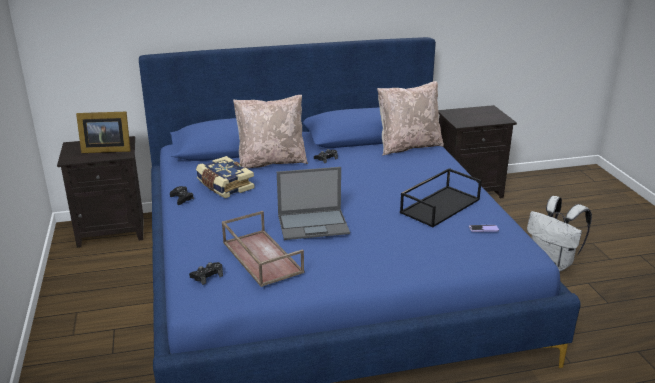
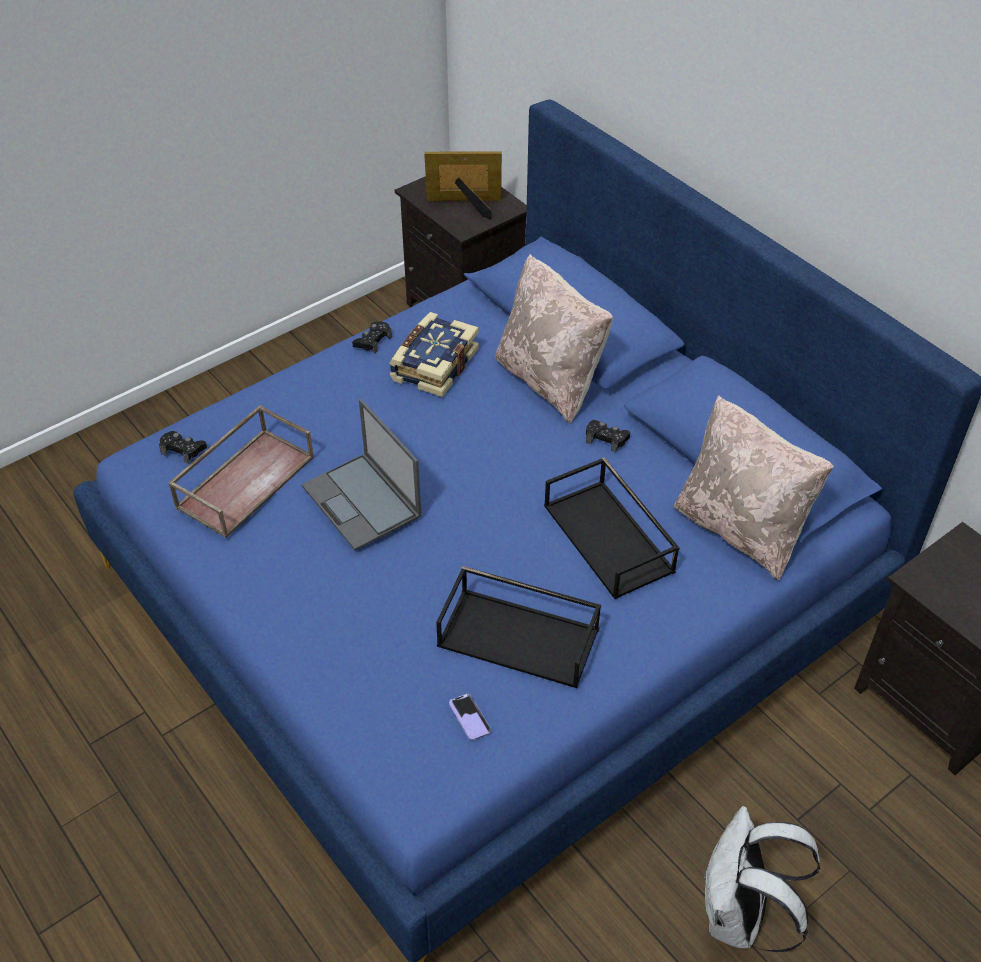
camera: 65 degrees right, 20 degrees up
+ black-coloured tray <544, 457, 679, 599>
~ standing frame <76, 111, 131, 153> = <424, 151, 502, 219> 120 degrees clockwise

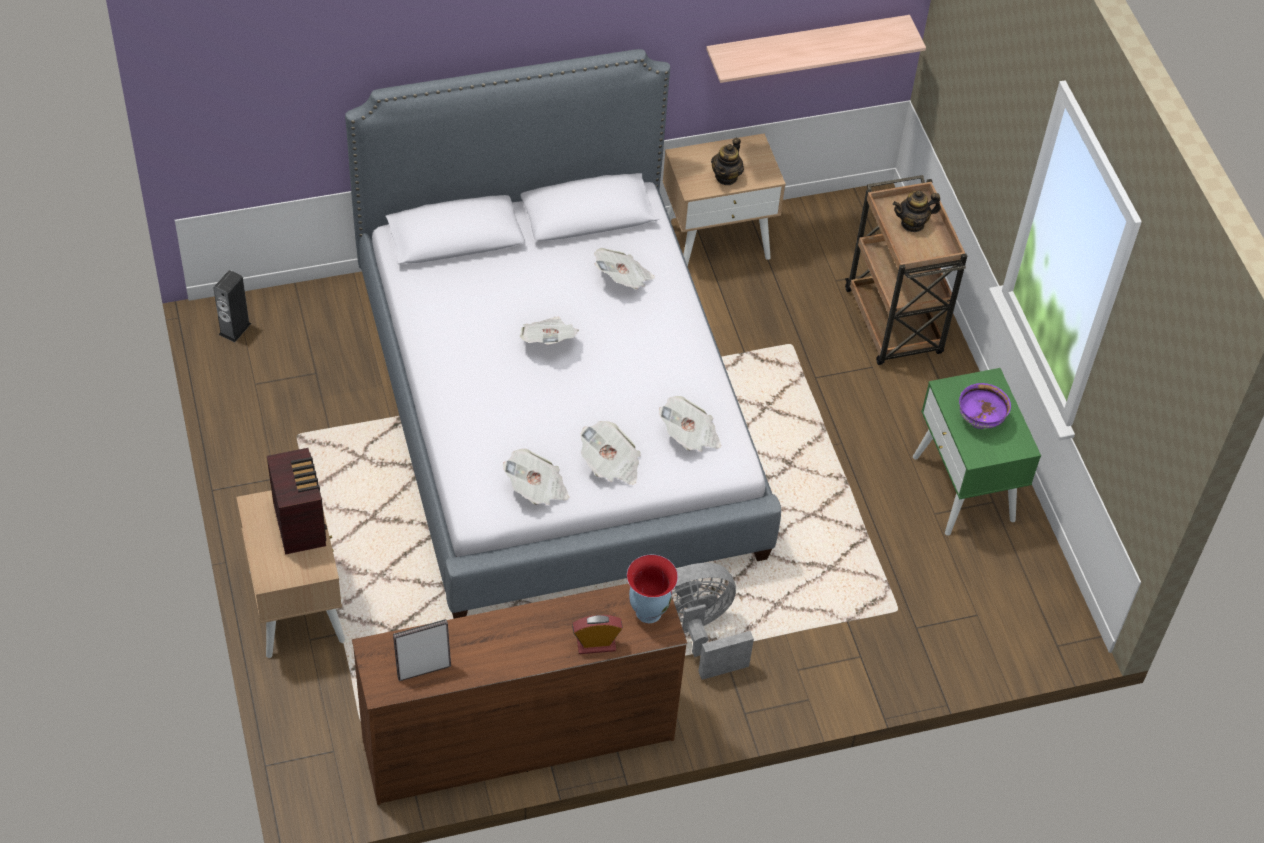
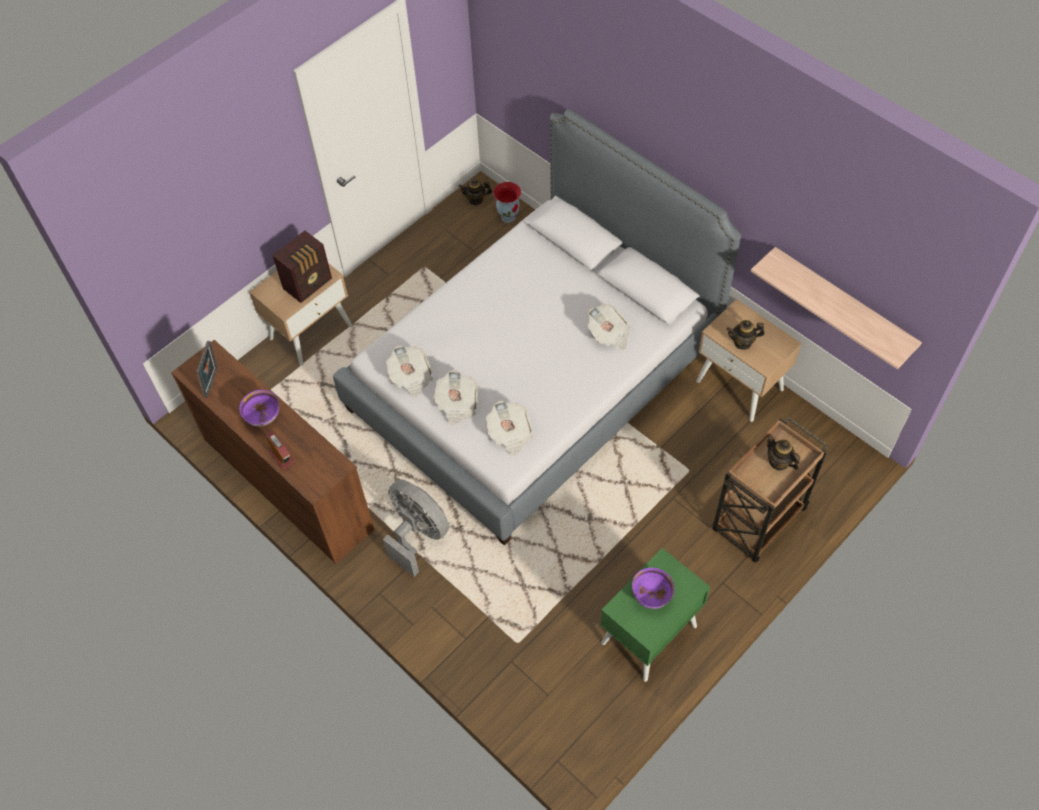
camera: 65 degrees right, 5 degrees up
- daily paper <520, 317, 579, 345>
+ purple bowl <239, 390, 279, 426>
~ vase <627, 555, 678, 623> to <493, 182, 521, 223>
~ loudspeaker <213, 270, 251, 343> to pot for tea <458, 178, 492, 205>
~ standing frame <393, 619, 451, 681> = <196, 341, 218, 398> 60 degrees clockwise

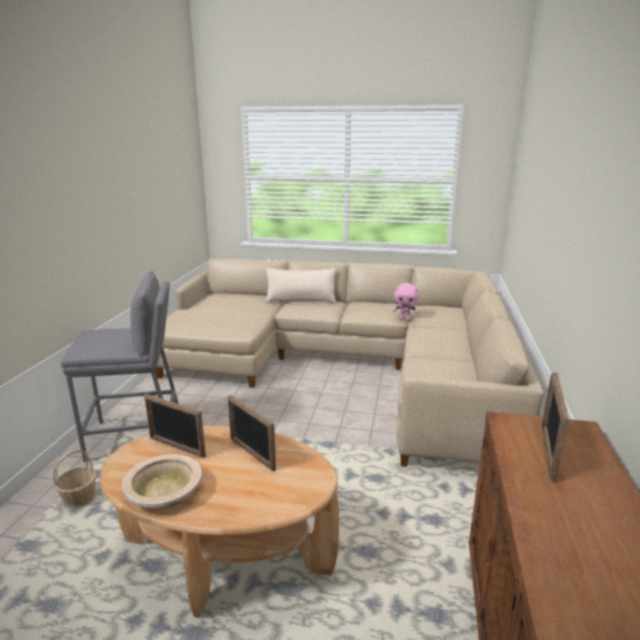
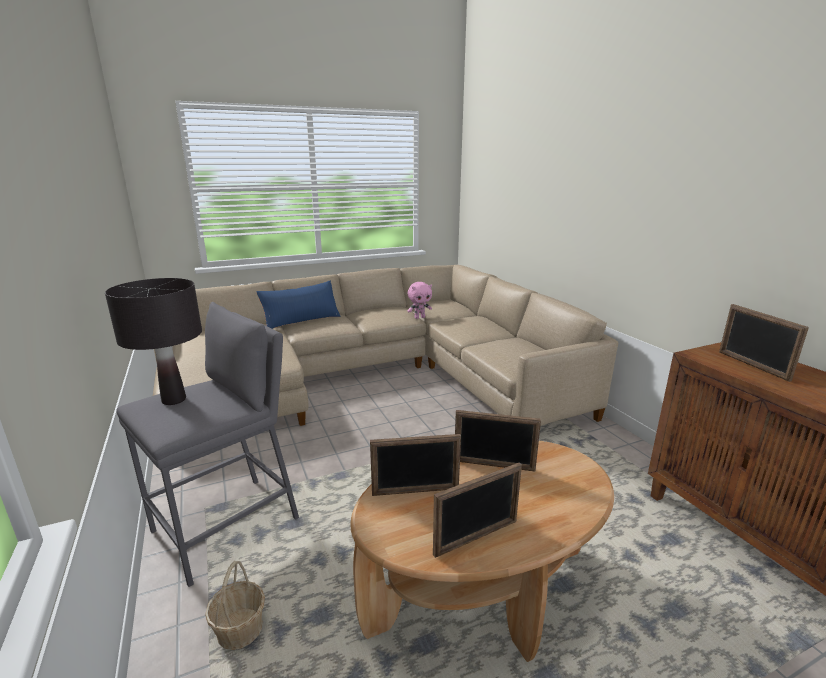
camera: 35 degrees left, 0 degrees up
+ black-coloured table lamp <105, 278, 202, 405>
~ beige-coloured bowl <122, 454, 202, 510> to standing frame <433, 463, 522, 558>
~ beige-coloured cushion <266, 268, 336, 303> to bluish cushion <256, 281, 341, 329>

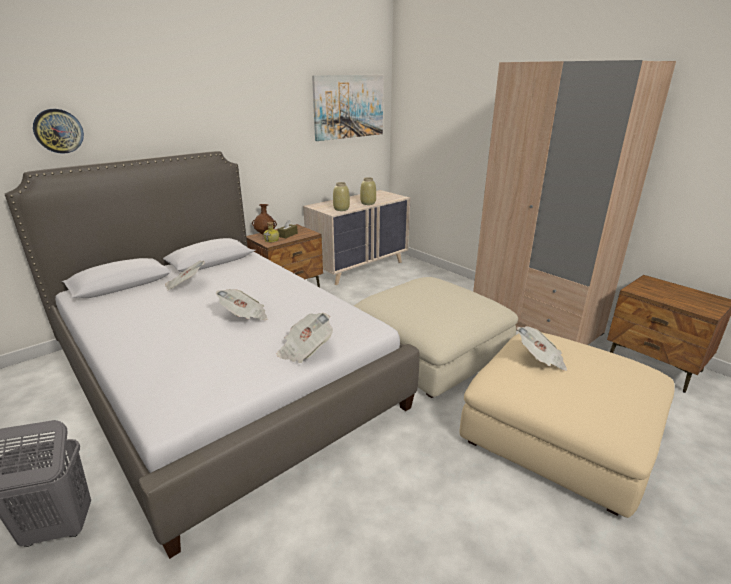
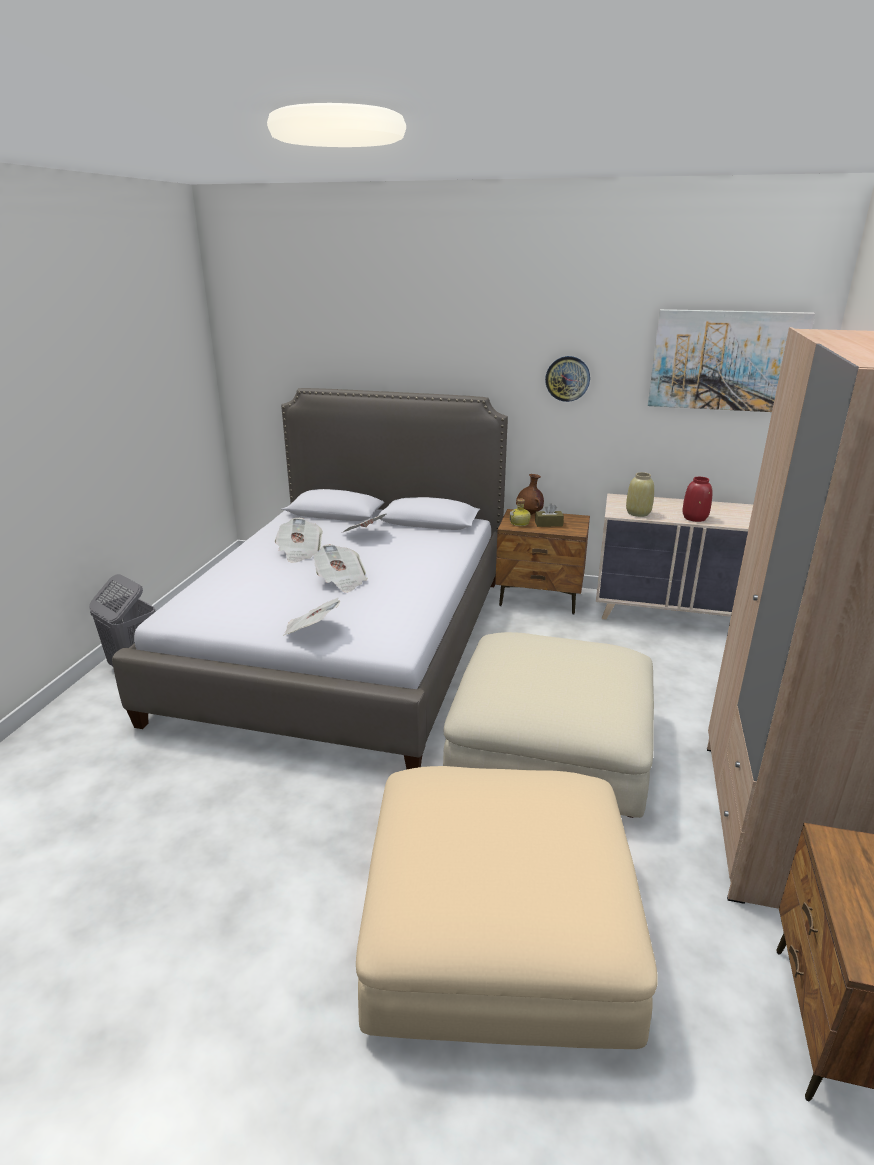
camera: 55 degrees right, 0 degrees up
~ wall clock <33, 109, 84, 154> to <545, 356, 590, 402>
~ daily paper <517, 326, 567, 371> to <275, 518, 323, 563>
~ beige-coloured vase <360, 177, 376, 205> to red vase <682, 477, 712, 522>

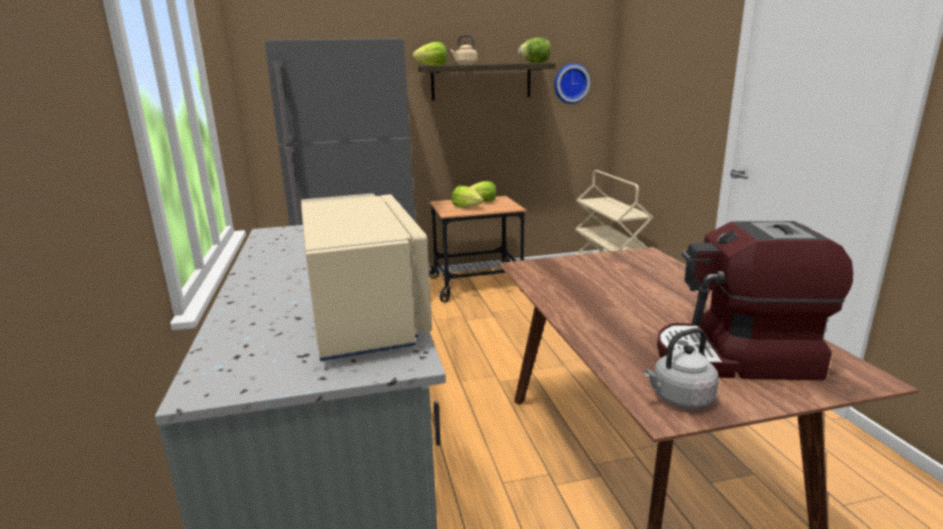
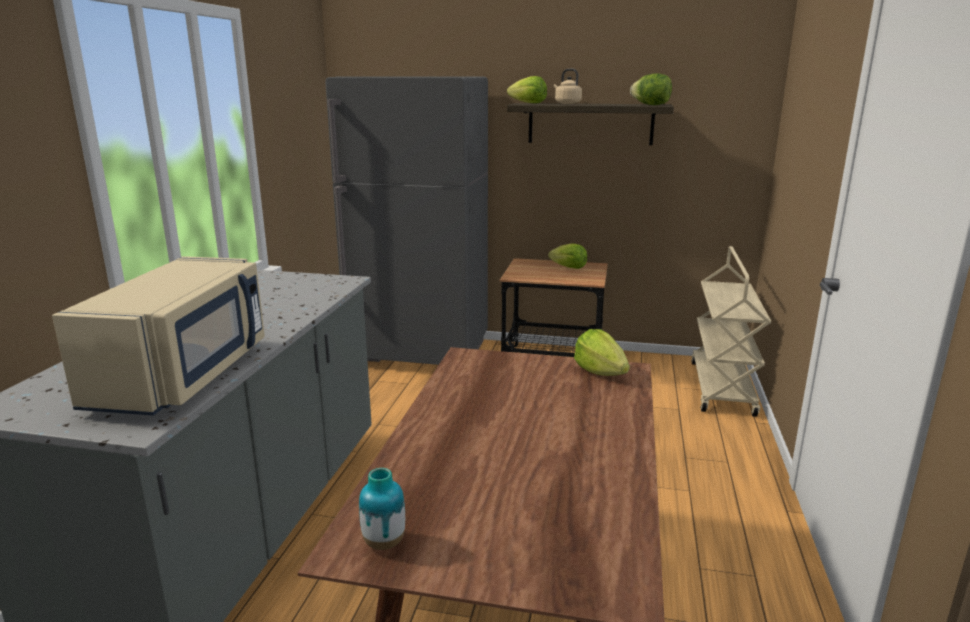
camera: 25 degrees right, 0 degrees up
- wall clock <554, 63, 590, 104>
- coffee machine <657, 221, 853, 380>
~ head of lettuce <451, 186, 483, 208> to <574, 329, 630, 376>
~ grey kettle <644, 328, 719, 408> to vase <359, 468, 405, 550>

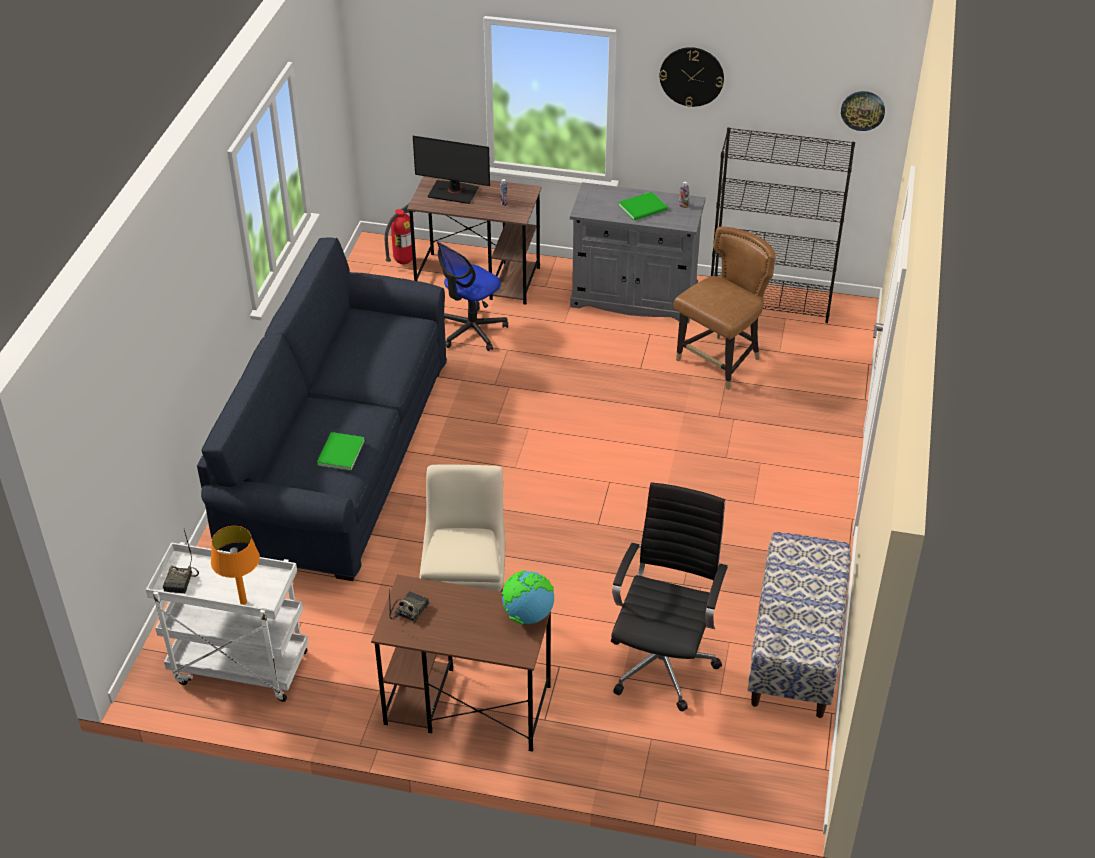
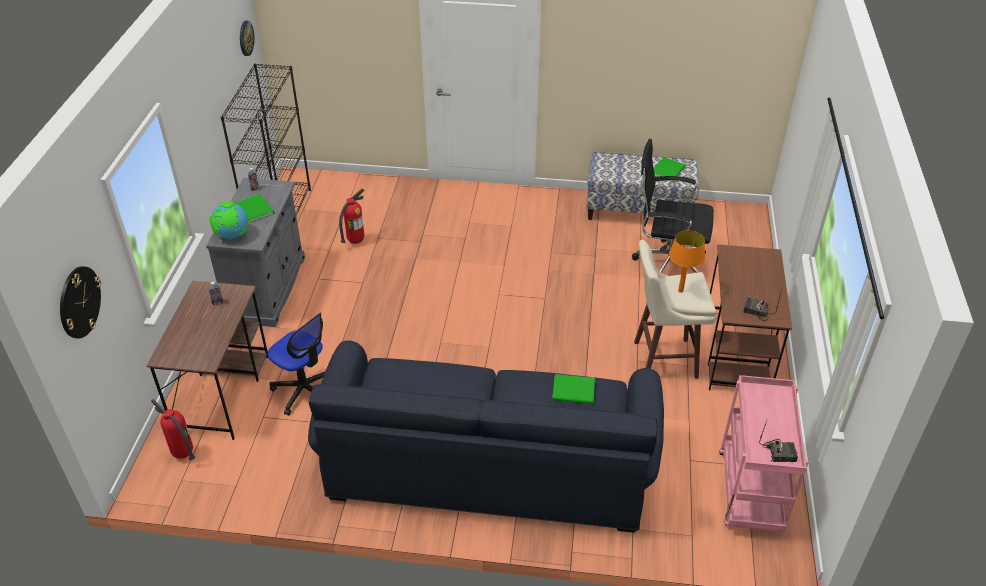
camera: 95 degrees left, 0 degrees up
- computer screen <413, 136, 490, 204>
+ green-coloured book <654, 157, 685, 182>
~ orangey table lamp <211, 526, 260, 605> to <669, 230, 705, 293>
~ world globe <501, 570, 554, 625> to <210, 202, 248, 239>
~ wall clock <660, 47, 724, 107> to <60, 266, 101, 339>
~ brownish chair <674, 227, 776, 390> to extinguisher <339, 188, 364, 244>
~ white wheeled cart <146, 542, 309, 702> to pinkish wheeled cart <719, 375, 809, 532>

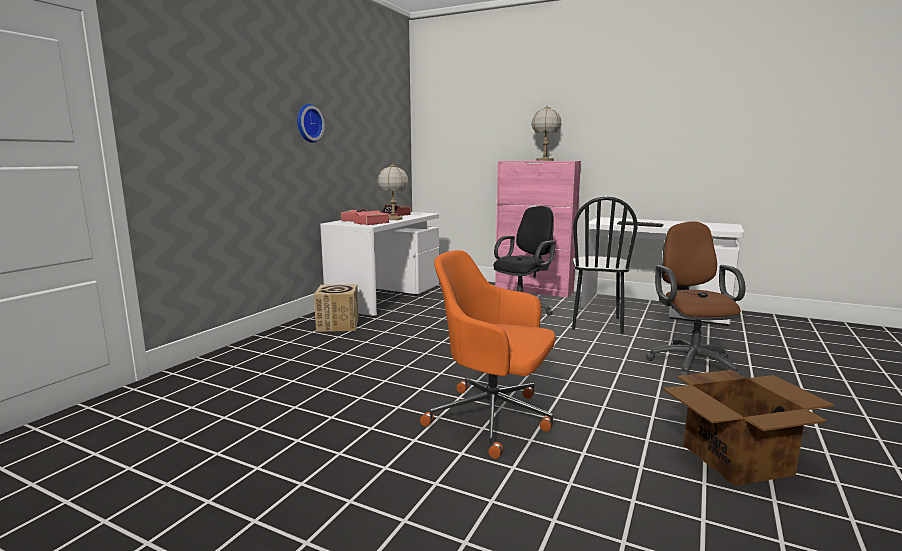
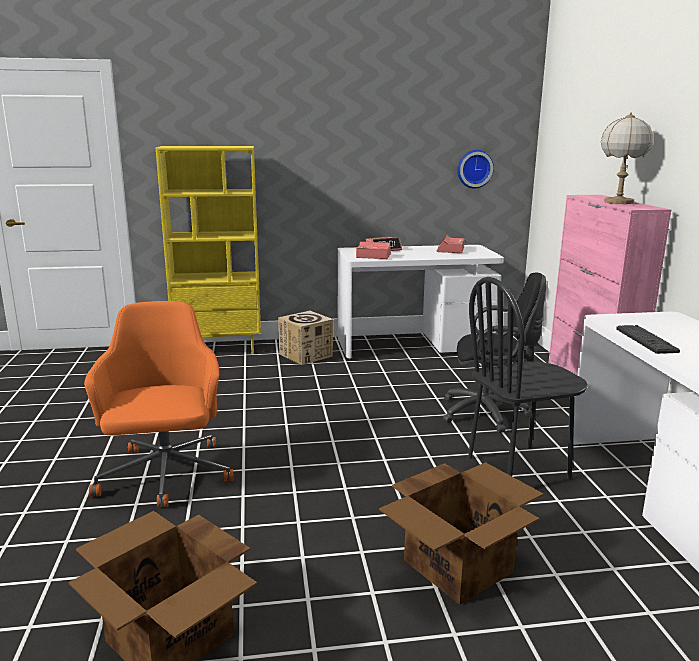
camera: 55 degrees right, 5 degrees up
- table lamp <377, 163, 408, 220>
+ yellow-coloured bookcase <156, 146, 261, 354>
~ wall clock <297, 104, 325, 143> to <457, 150, 494, 189>
~ brownish desk chair <646, 221, 745, 376> to carton <379, 462, 543, 605>

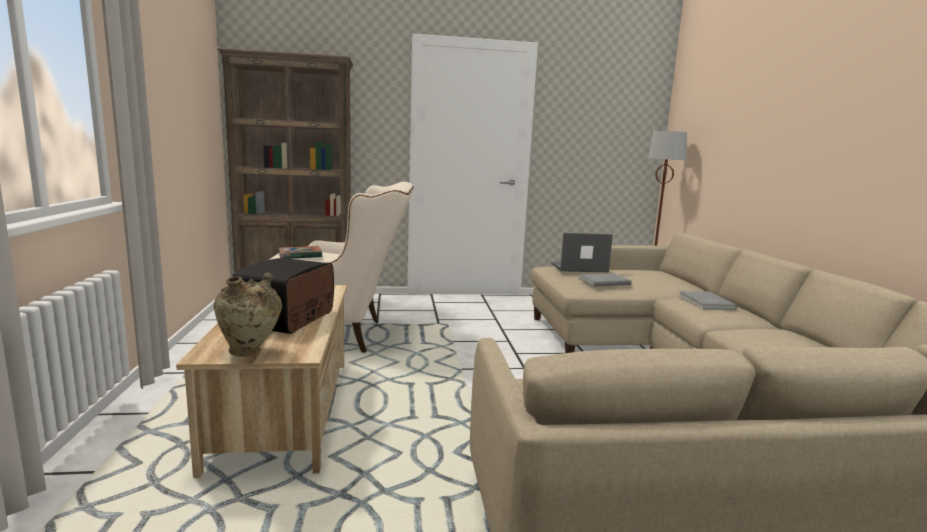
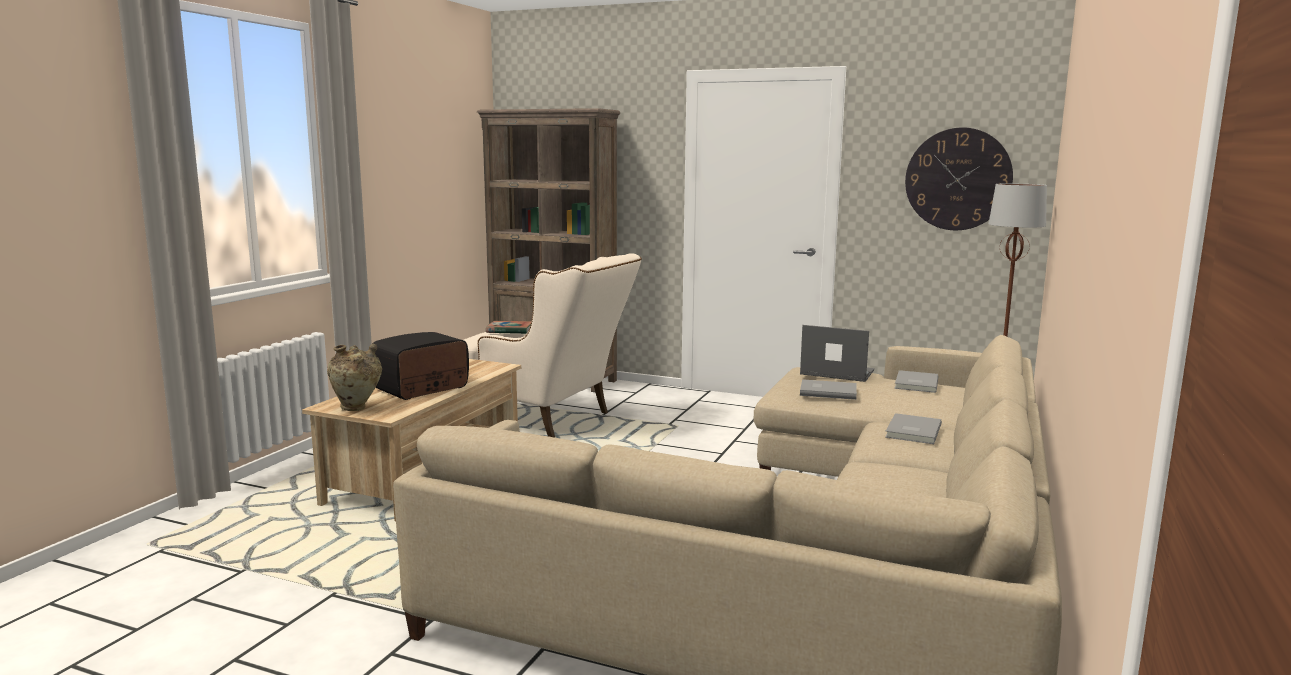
camera: 30 degrees right, 0 degrees up
+ grey book <894, 370, 938, 393>
+ wall clock <905, 128, 1013, 230>

